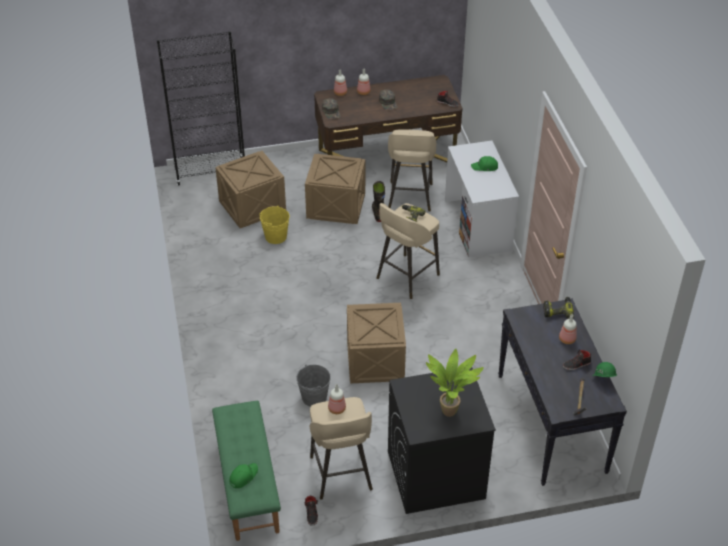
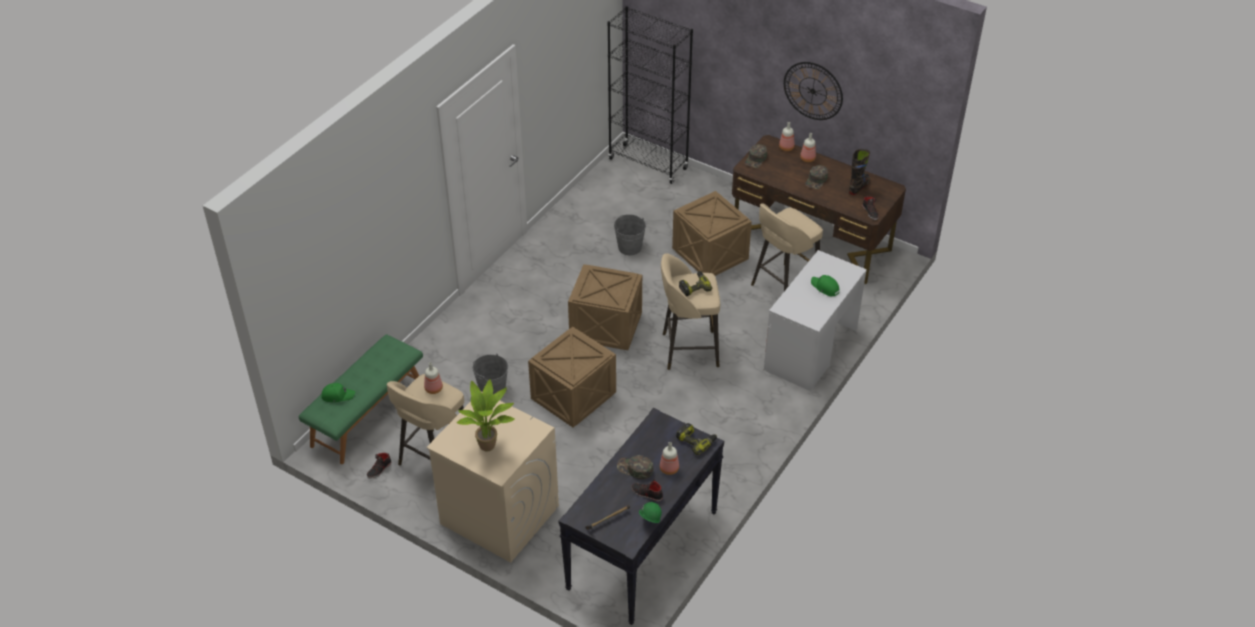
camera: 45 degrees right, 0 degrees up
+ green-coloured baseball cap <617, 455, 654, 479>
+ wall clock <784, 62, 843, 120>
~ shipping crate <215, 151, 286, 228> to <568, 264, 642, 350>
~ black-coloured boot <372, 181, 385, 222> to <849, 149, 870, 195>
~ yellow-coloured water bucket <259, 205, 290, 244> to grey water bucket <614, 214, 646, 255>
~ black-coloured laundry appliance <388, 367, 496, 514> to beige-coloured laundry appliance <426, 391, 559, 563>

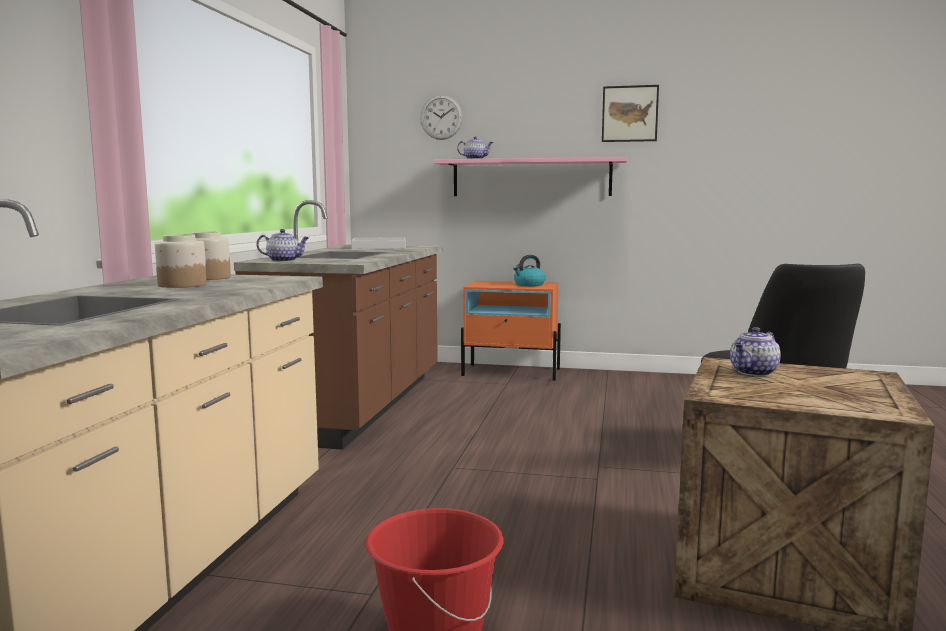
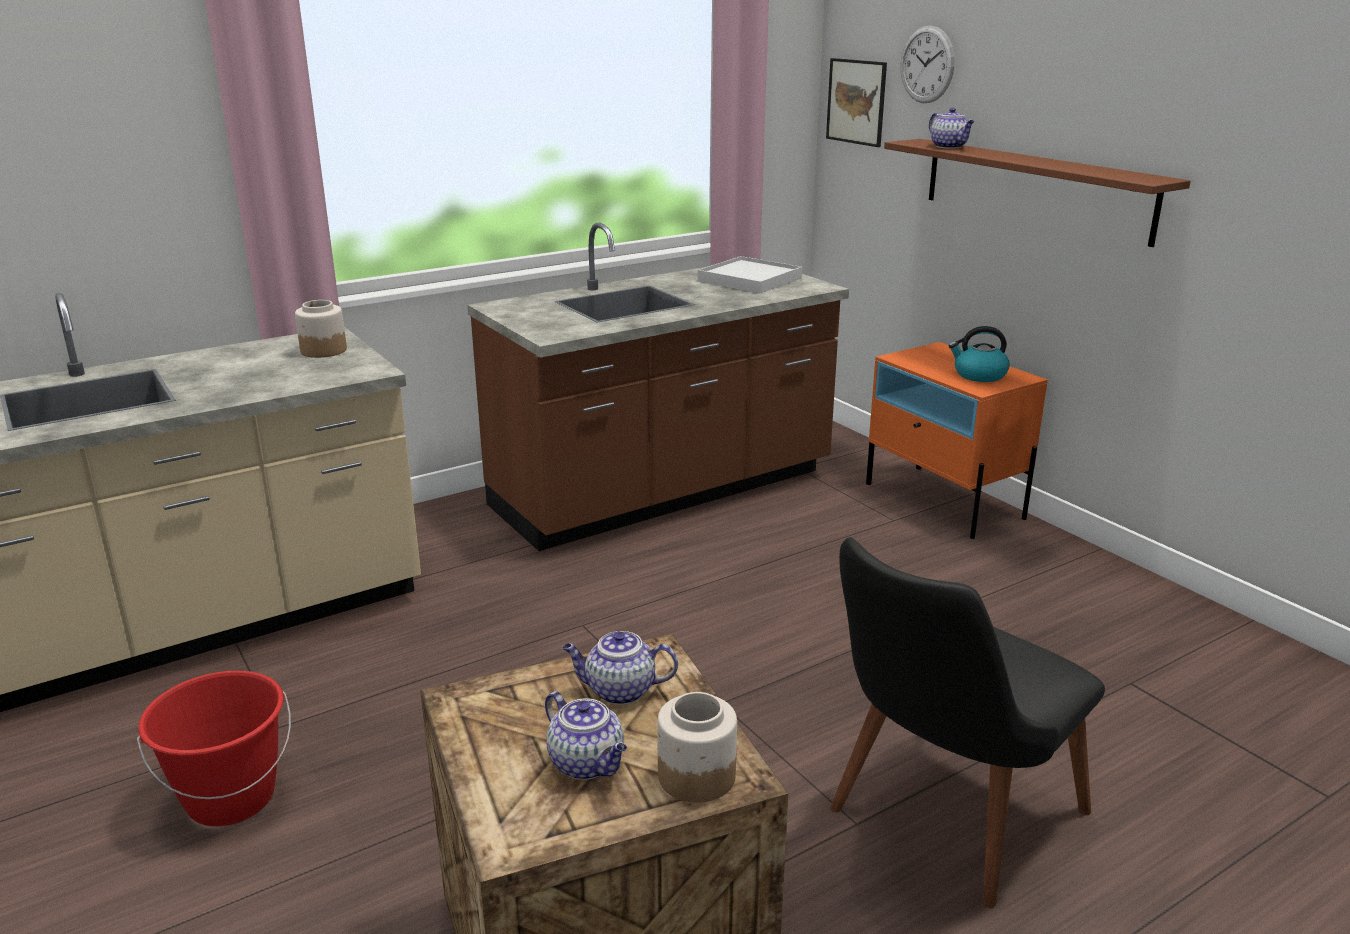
camera: 45 degrees right, 15 degrees up
~ preserve jar <155, 234, 207, 288> to <657, 692, 737, 803>
~ pot for tea <256, 229, 309, 262> to <545, 691, 627, 780>
~ wall picture <602, 85, 659, 142> to <826, 58, 887, 147>
~ pinkish wall shelf <434, 157, 627, 196> to brownish wall shelf <884, 139, 1191, 247>

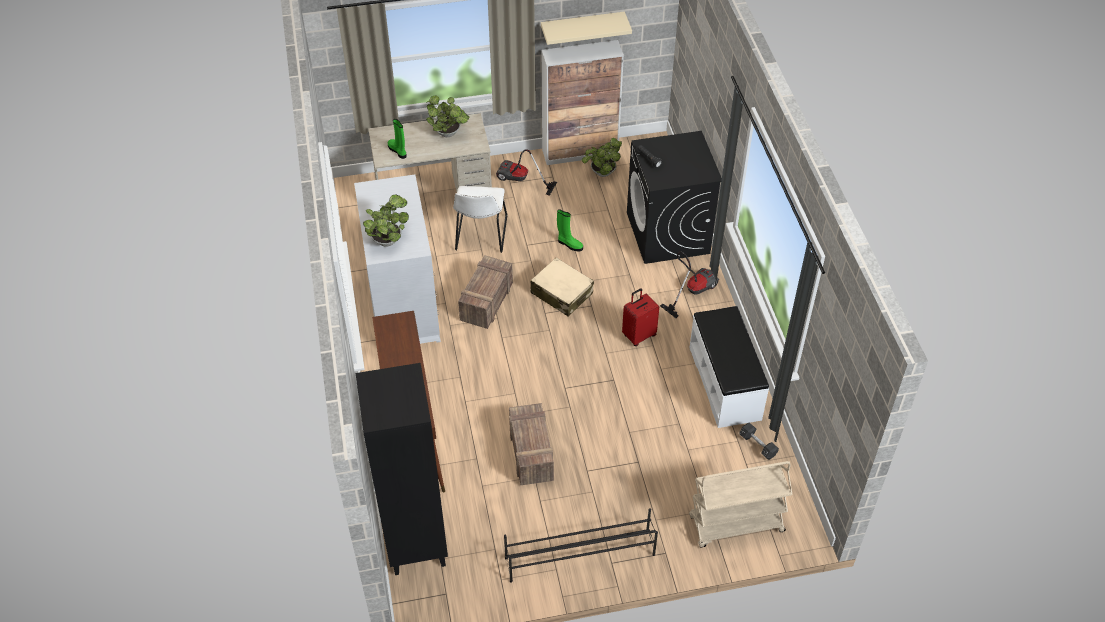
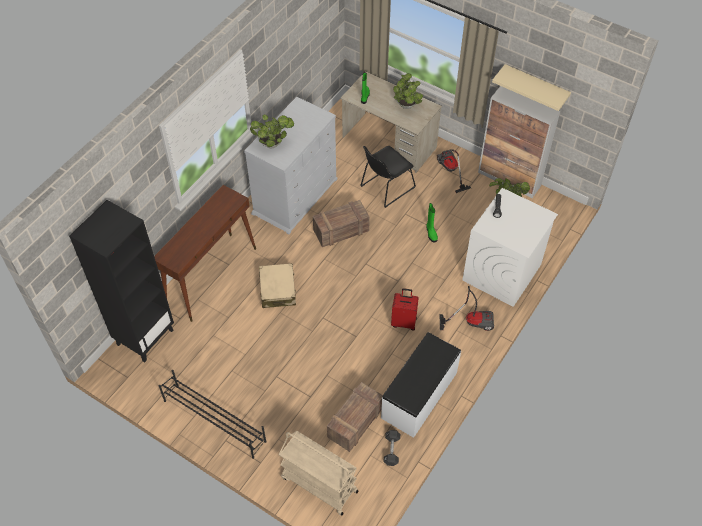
camera: 45 degrees right, 5 degrees up
~ shipping crate <509, 403, 554, 485> to <327, 382, 383, 452>
~ beige-coloured piece of luggage <530, 257, 594, 317> to <259, 263, 297, 308>
~ white chair <453, 186, 507, 253> to black-coloured chair <360, 146, 416, 208>
~ black-coloured laundry appliance <627, 131, 722, 264> to white laundry appliance <462, 188, 558, 307>

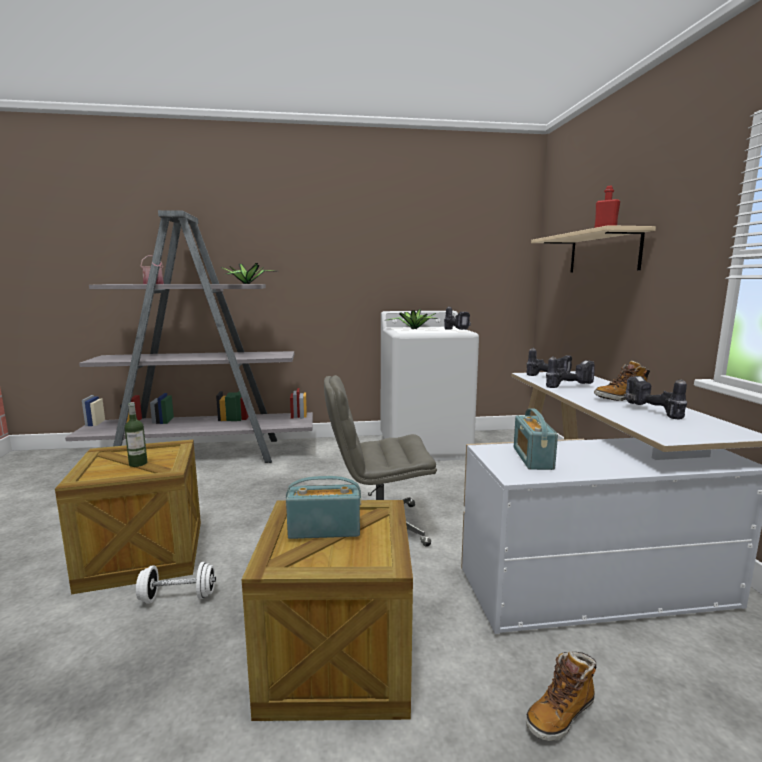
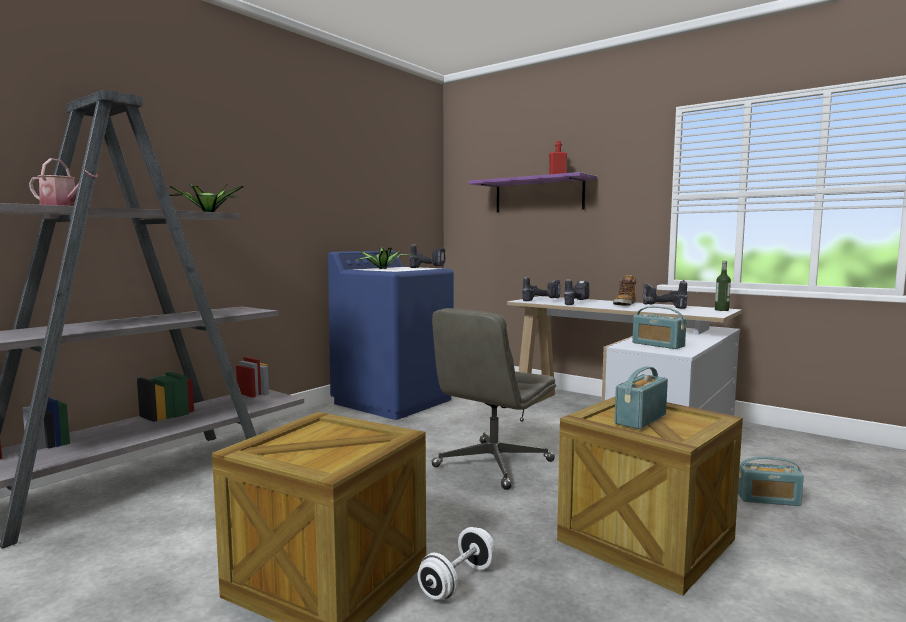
camera: 45 degrees left, 5 degrees down
~ bottle <125, 402, 147, 467> to <715, 261, 731, 311>
~ boot <526, 651, 596, 741> to radio set <738, 456, 804, 506>
~ white laundry appliance <381, 311, 479, 461> to bluish laundry appliance <328, 251, 454, 420>
~ beige-coloured wall shelf <531, 225, 656, 272> to purple wall shelf <468, 172, 597, 213>

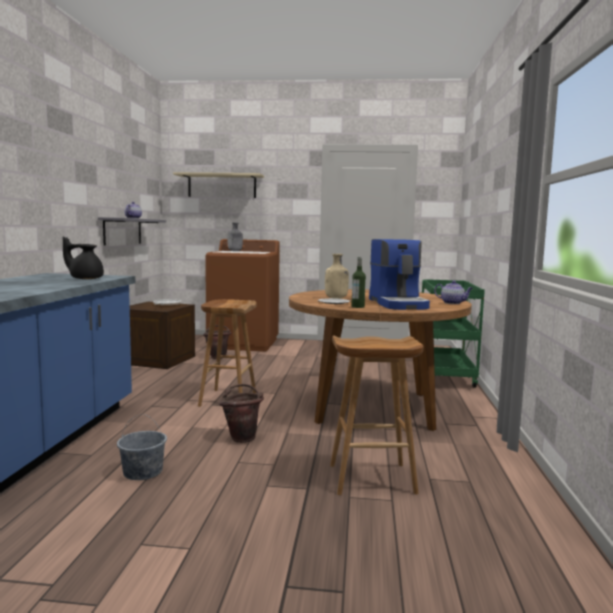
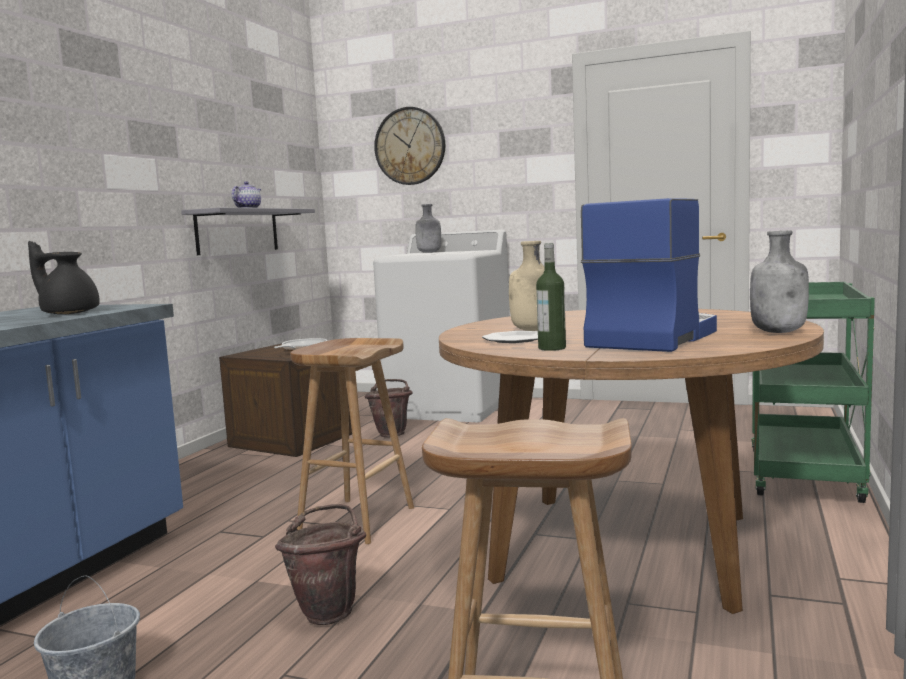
camera: 15 degrees right, 0 degrees up
~ beige-coloured wall shelf <173, 172, 264, 198> to wall clock <374, 107, 445, 185>
~ pot for tea <434, 281, 473, 304> to grey bottle <750, 230, 809, 333>
~ brownish laundry appliance <205, 239, 280, 352> to white laundry appliance <373, 230, 510, 422>
~ coffee machine <369, 239, 430, 310> = <581, 198, 717, 352> 150 degrees counterclockwise

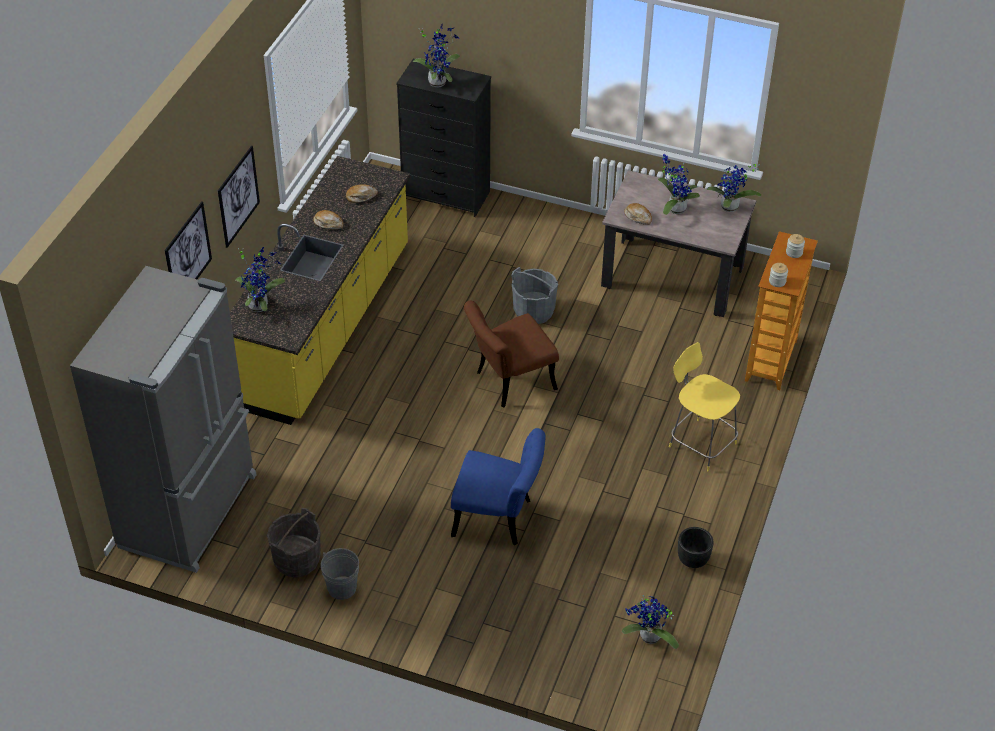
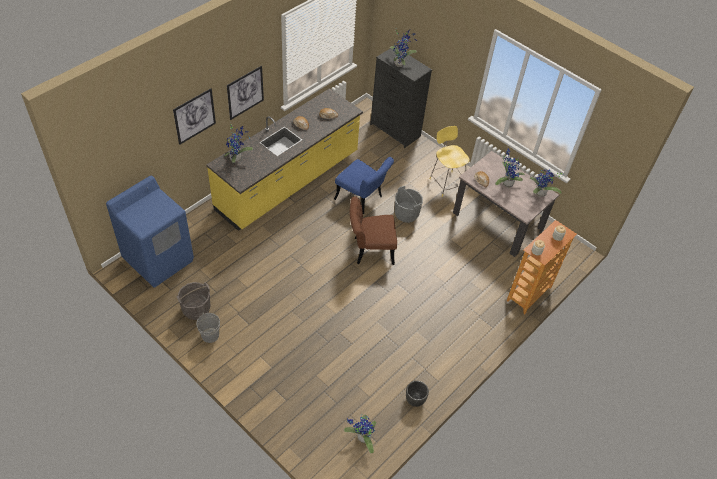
camera: 20 degrees right, 5 degrees up
~ bluish chair <451, 428, 546, 545> to <334, 157, 394, 214>
~ yellow-coloured stool seat <669, 342, 740, 471> to <430, 126, 470, 197>
~ grey kitchen fridge <70, 266, 257, 573> to bluish laundry appliance <106, 176, 194, 288>

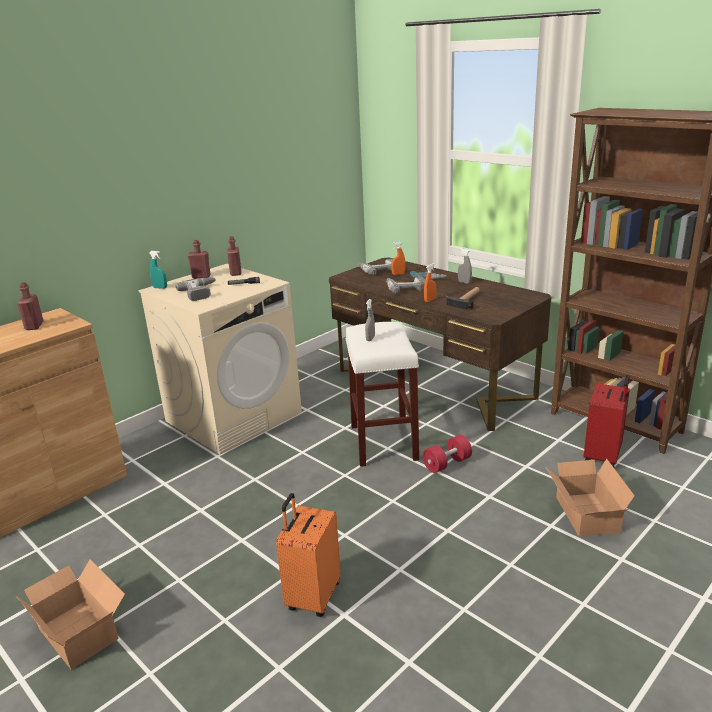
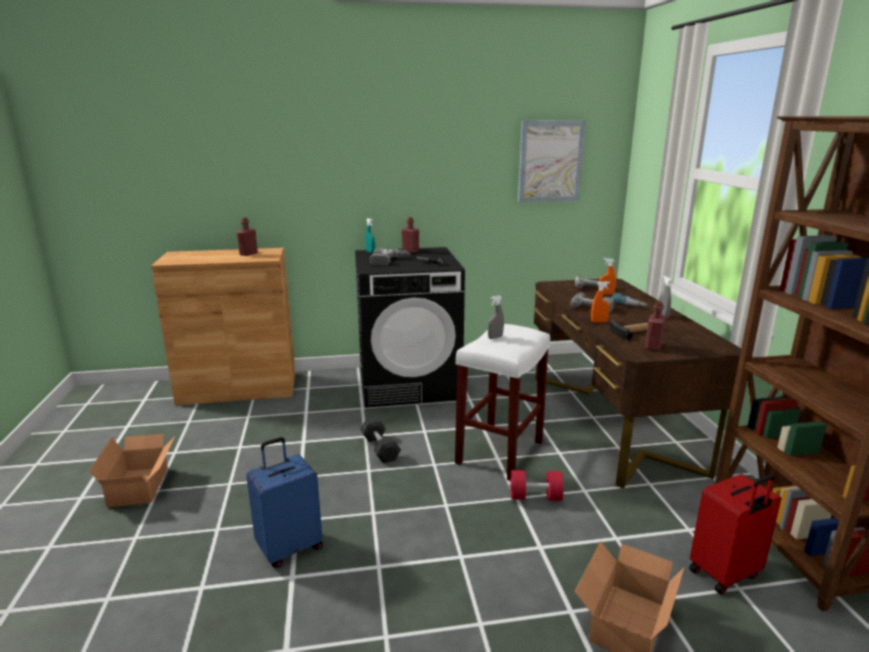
camera: 35 degrees right, 5 degrees down
+ grey dumbbell <360, 417, 401, 463>
+ wall picture <518, 121, 586, 202>
~ red bottle <227, 236, 242, 276> to <645, 301, 666, 351>
~ beige-coloured laundry appliance <138, 264, 302, 455> to black-coloured laundry appliance <355, 247, 465, 408>
~ orangey piece of luggage <276, 493, 341, 617> to bluish piece of luggage <246, 437, 323, 567>

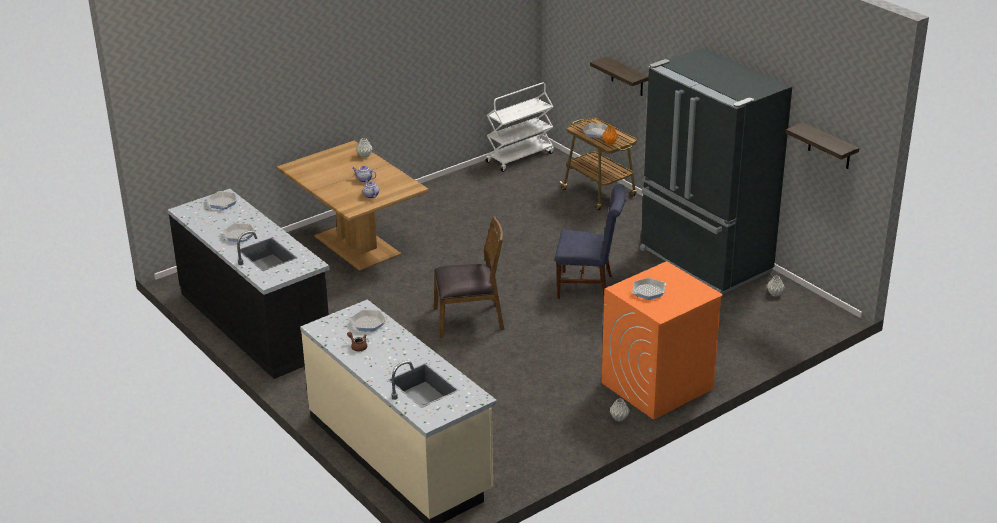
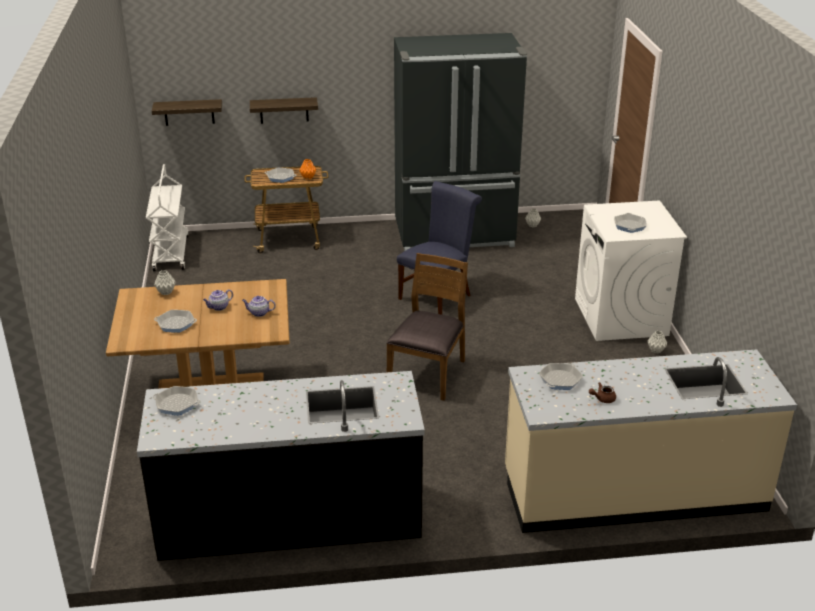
camera: 60 degrees left, 0 degrees up
~ skillet <223, 223, 255, 242> to <154, 310, 197, 333>
~ wall shelf <786, 122, 859, 169> to <152, 99, 222, 126>
~ orangey laundry appliance <602, 261, 723, 420> to white laundry appliance <575, 200, 687, 341>

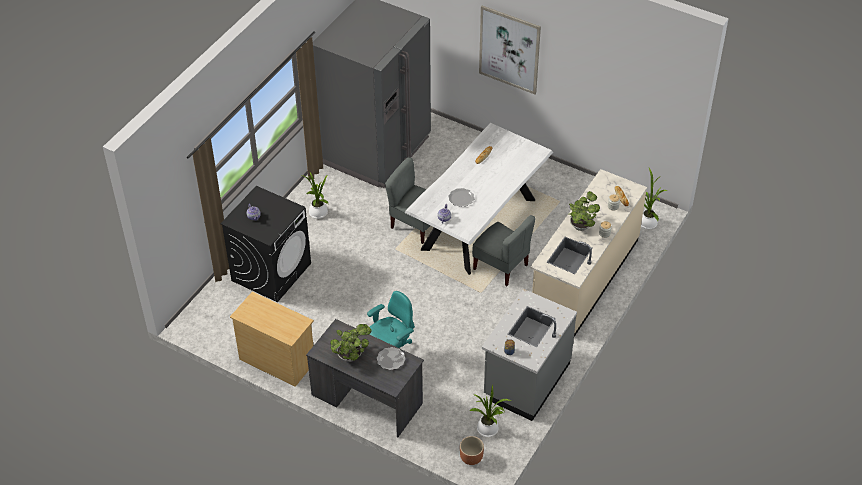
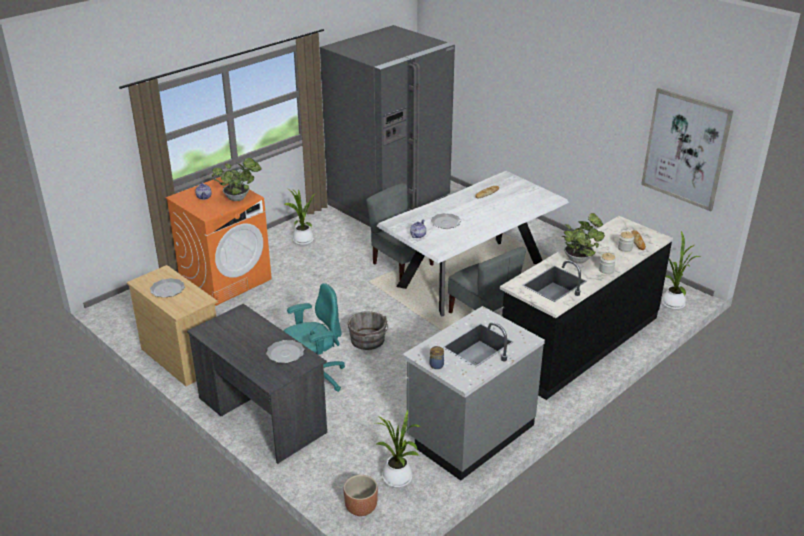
camera: 15 degrees right, 15 degrees down
+ dinner plate <150, 278, 185, 298>
+ grey water bucket <348, 311, 388, 350>
~ houseplant <330, 324, 372, 362> to <212, 158, 262, 201>
~ wall picture <479, 5, 541, 94> to <641, 88, 733, 211>
~ black-coloured laundry appliance <220, 186, 311, 302> to orangey laundry appliance <166, 176, 272, 306>
~ beige-coloured kitchen counter <530, 169, 647, 337> to black-coloured kitchen counter <500, 216, 673, 400>

